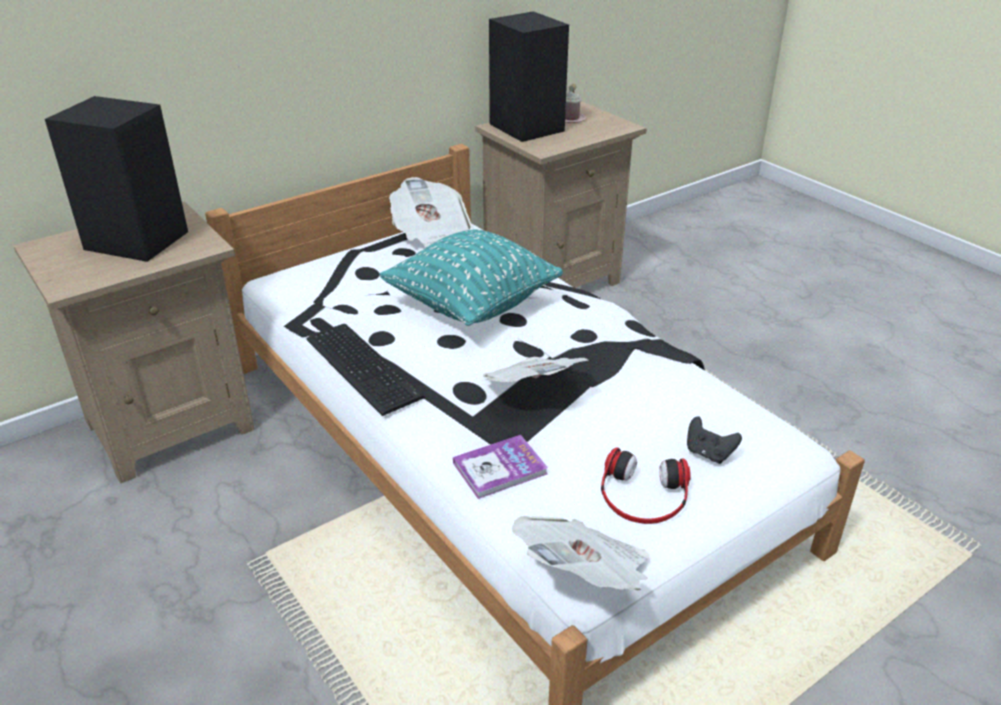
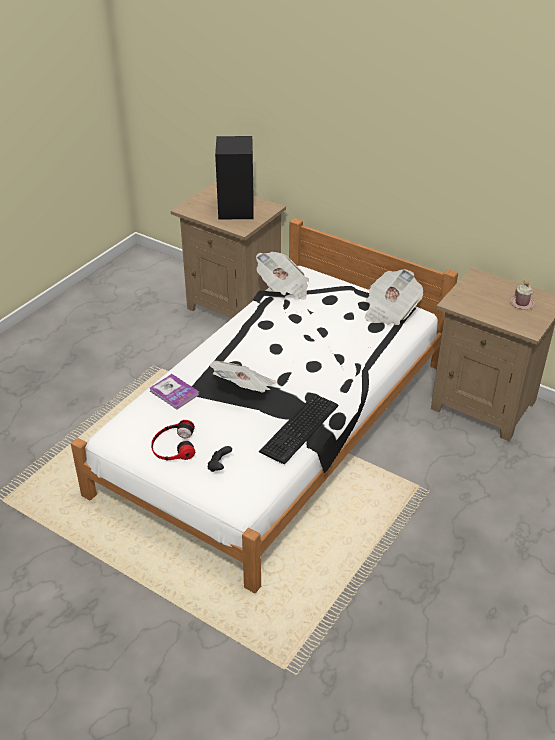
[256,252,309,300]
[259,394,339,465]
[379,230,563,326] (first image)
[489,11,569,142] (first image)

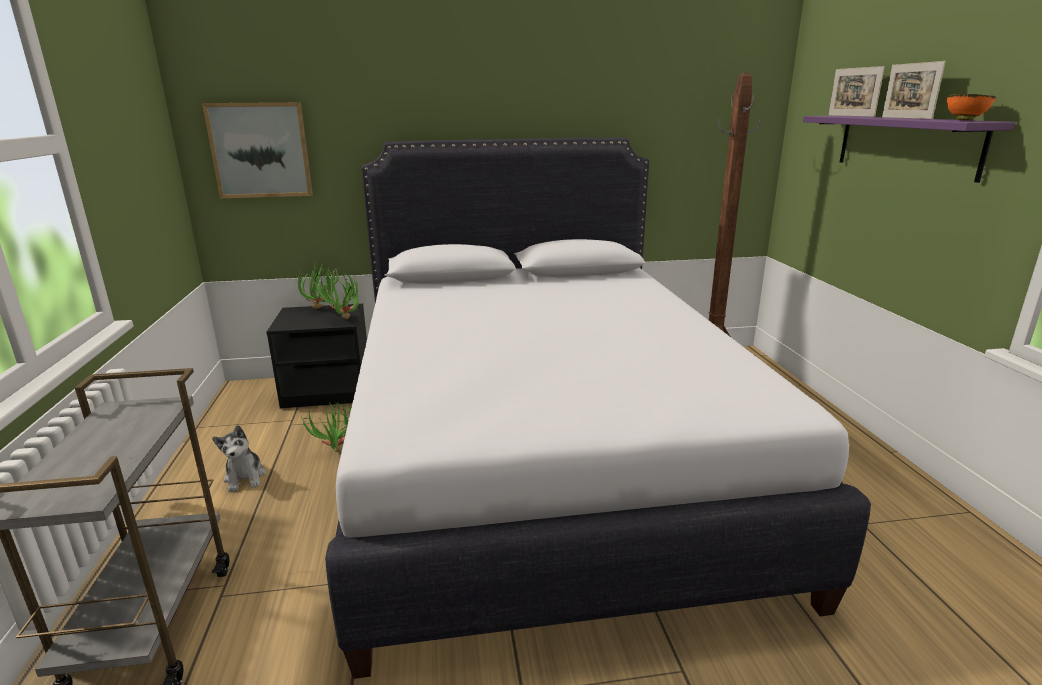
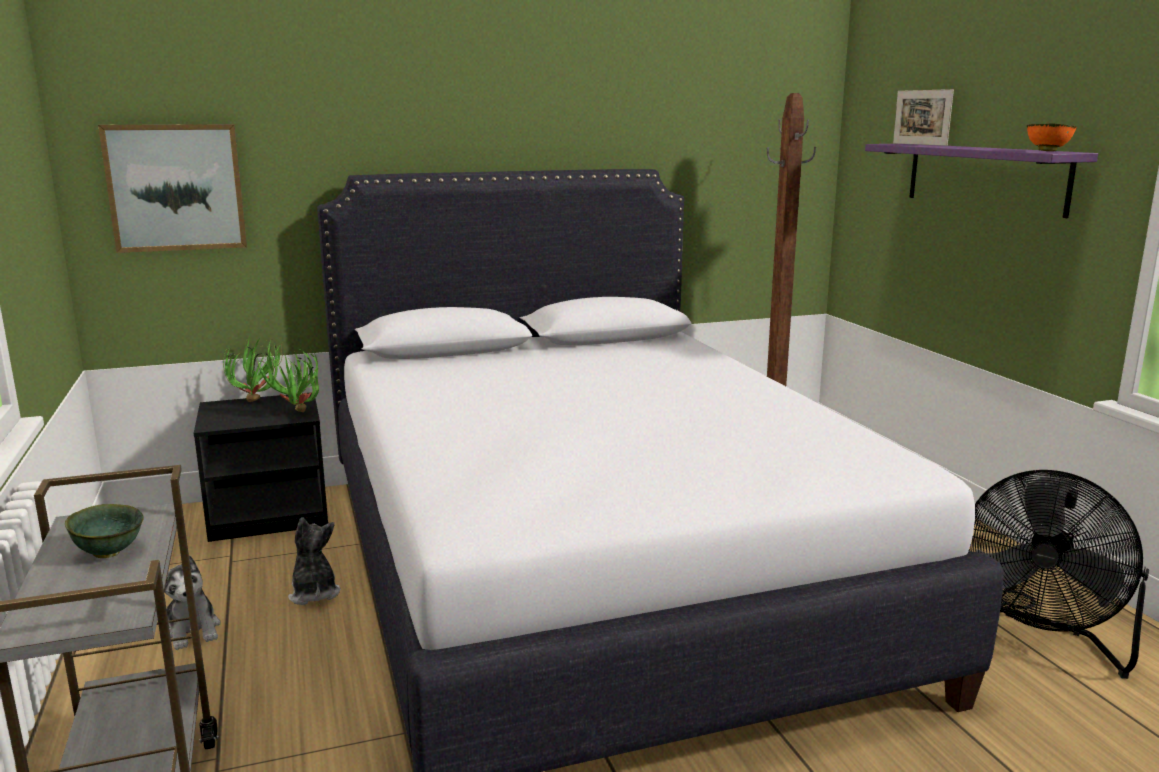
[65,504,144,558]
[288,517,340,605]
[969,470,1149,679]
[882,61,946,119] (first image)

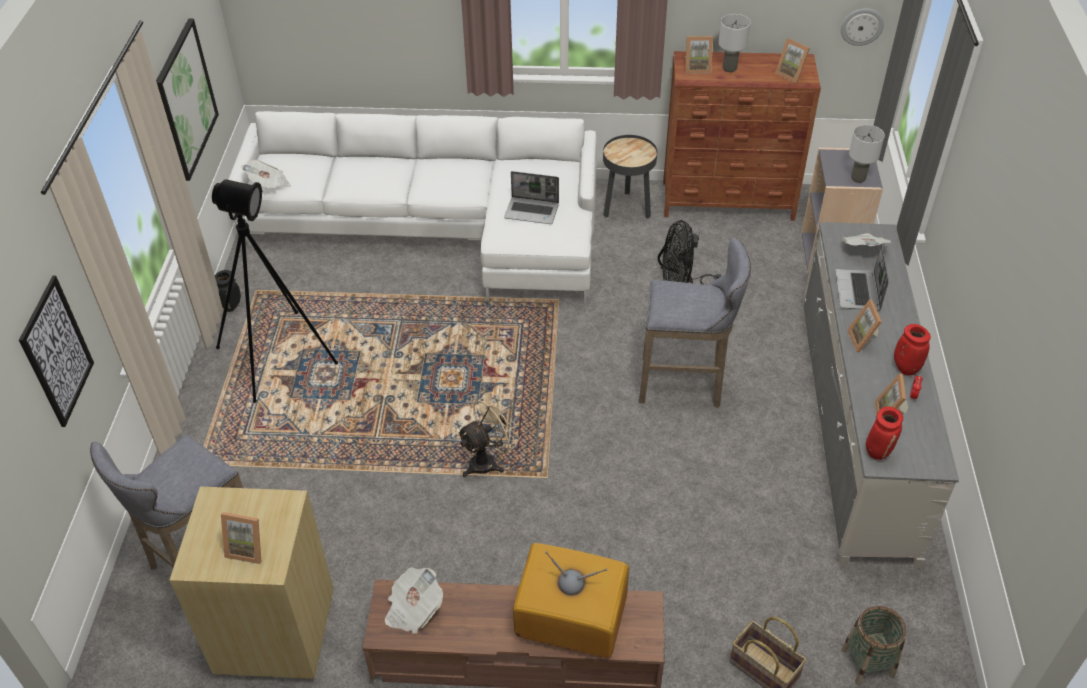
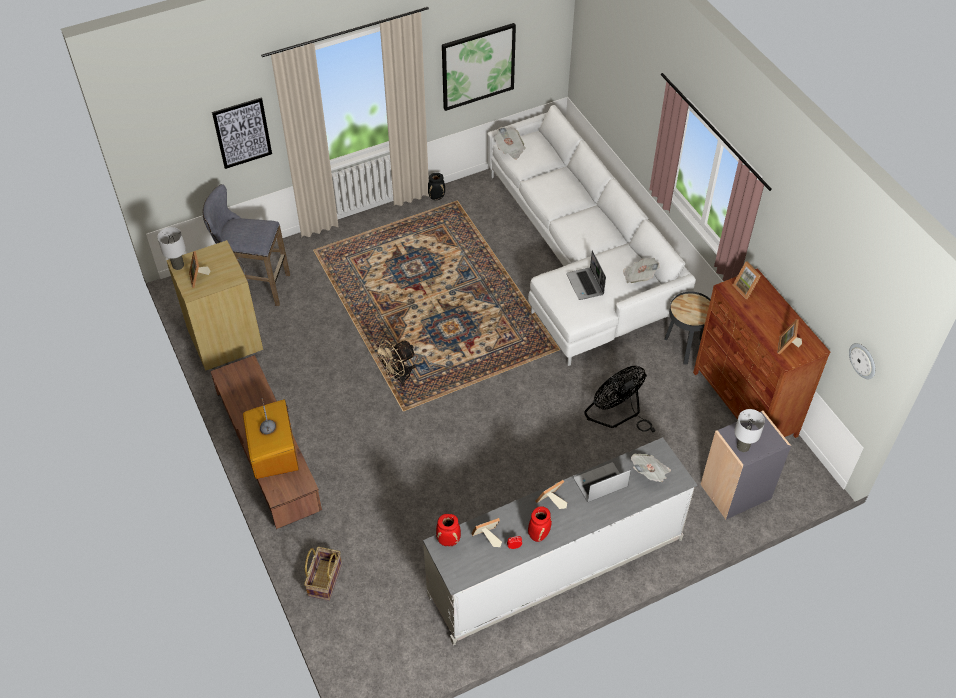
[157,227,186,270]
[374,340,416,387]
[623,258,659,283]
[212,179,338,403] (first image)
[639,238,751,408] (first image)
[841,606,906,685] (first image)

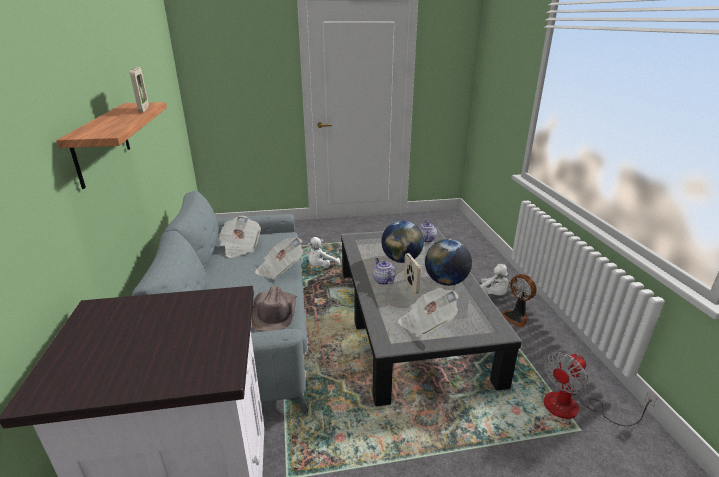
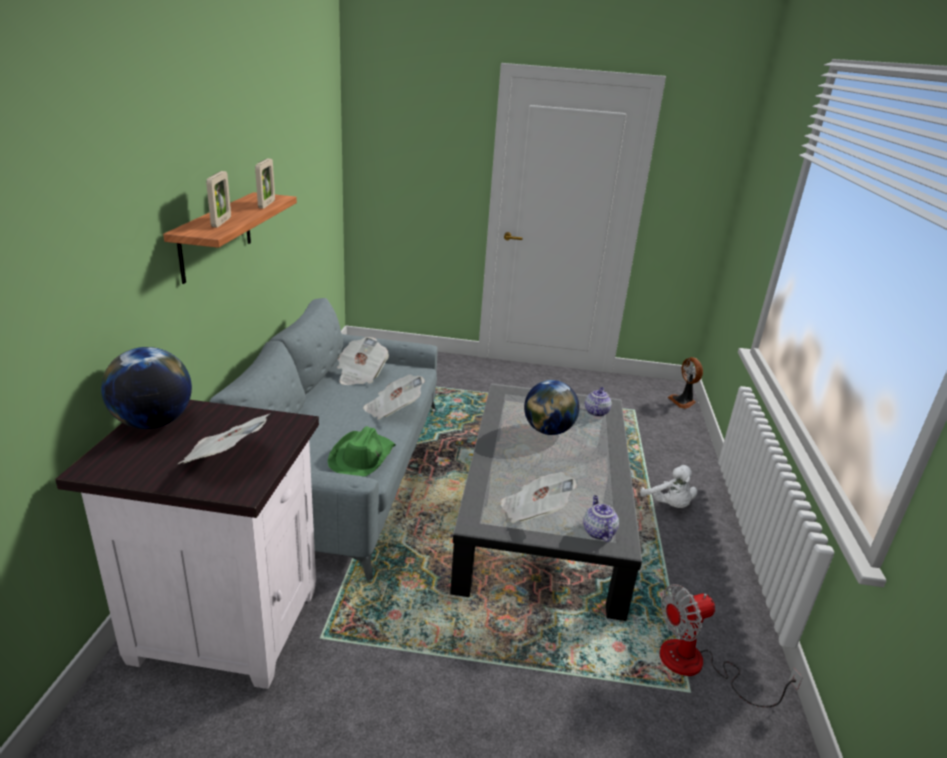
[101,347,192,429]
[178,414,270,464]
[206,171,231,227]
[328,426,396,477]
[583,495,619,542]
[668,357,703,409]
[308,237,340,267] (first image)

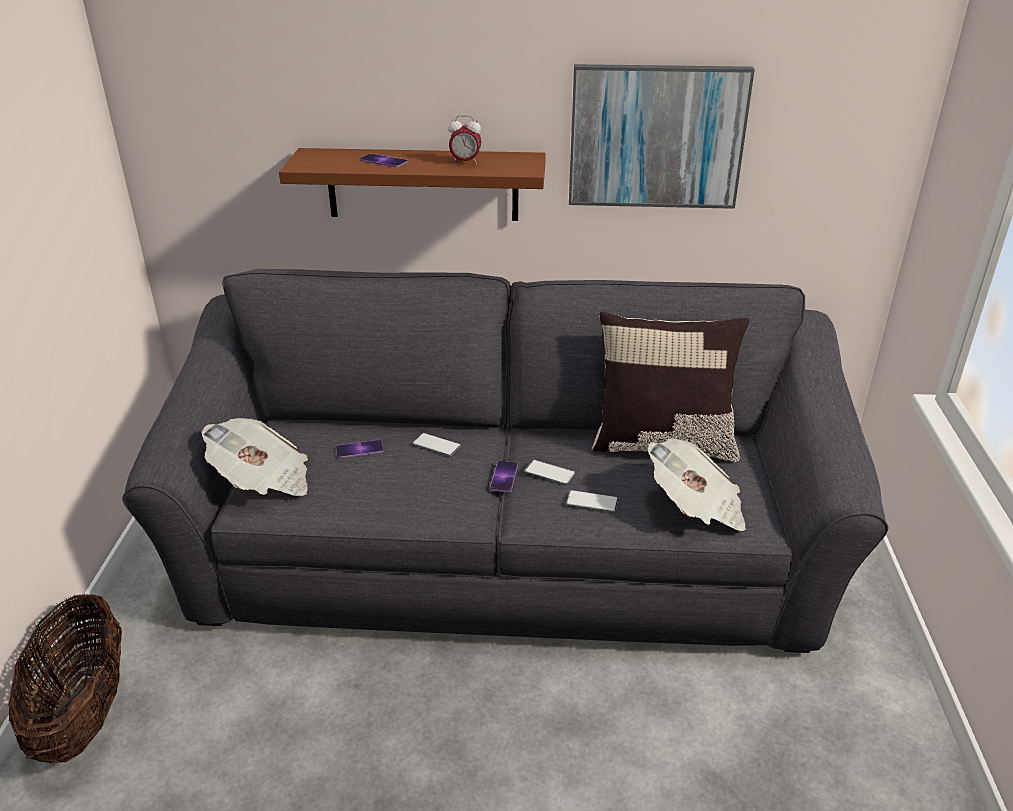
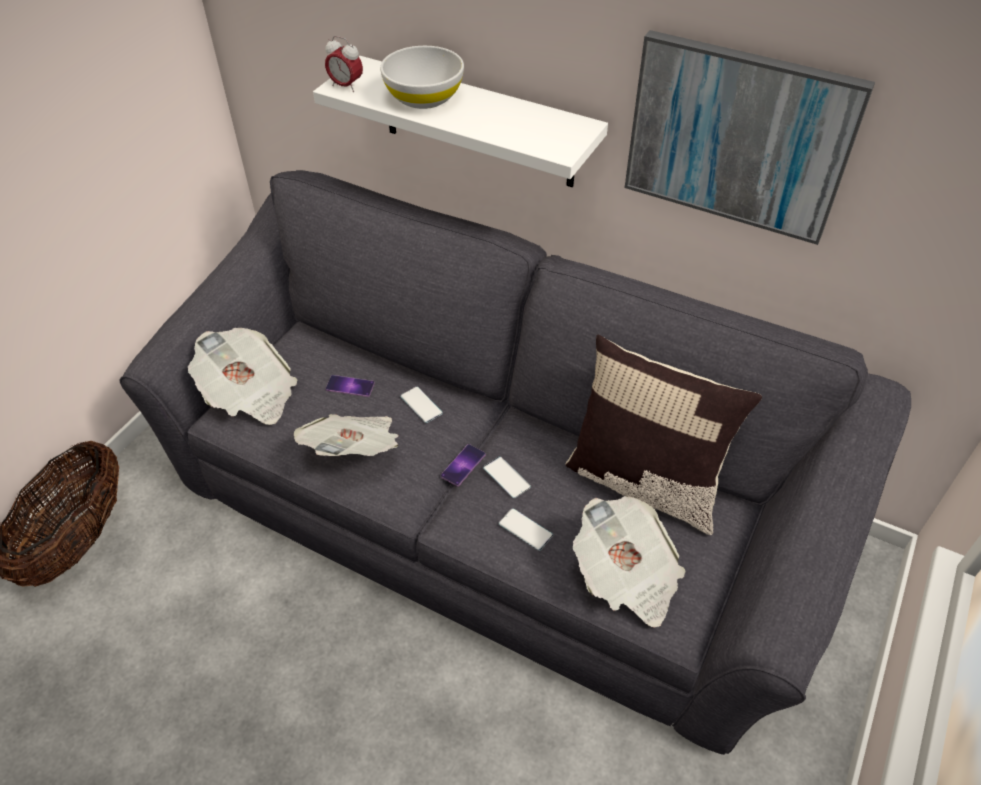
[293,414,398,456]
[313,56,608,187]
[325,36,363,92]
[380,46,464,109]

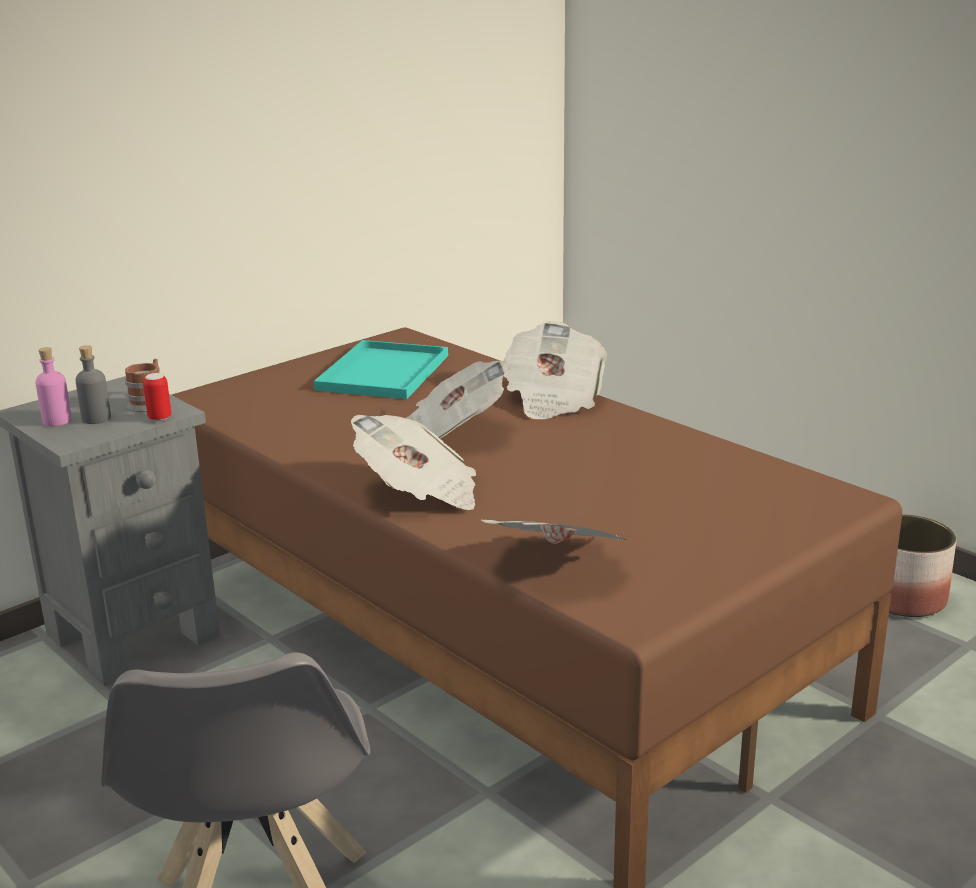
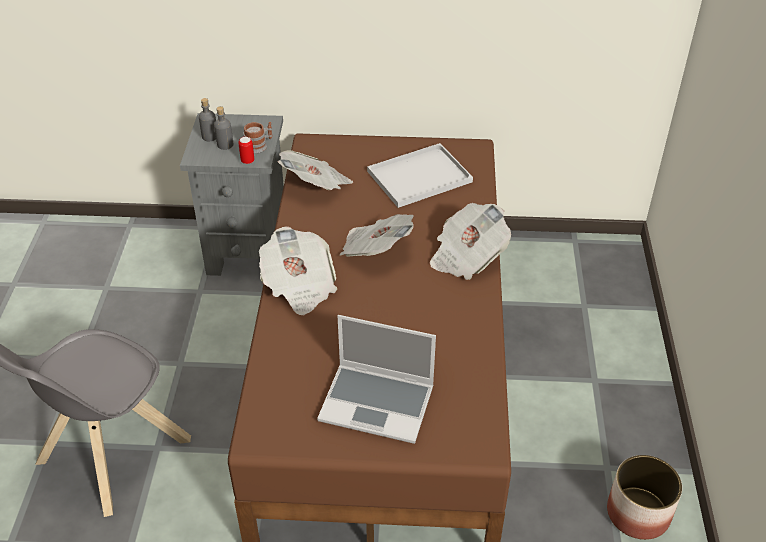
[199,98,216,141]
[277,150,353,190]
[317,315,436,444]
[367,143,473,208]

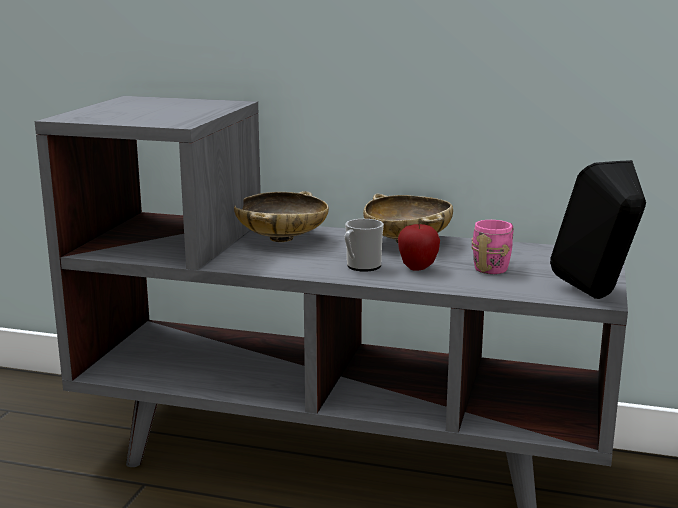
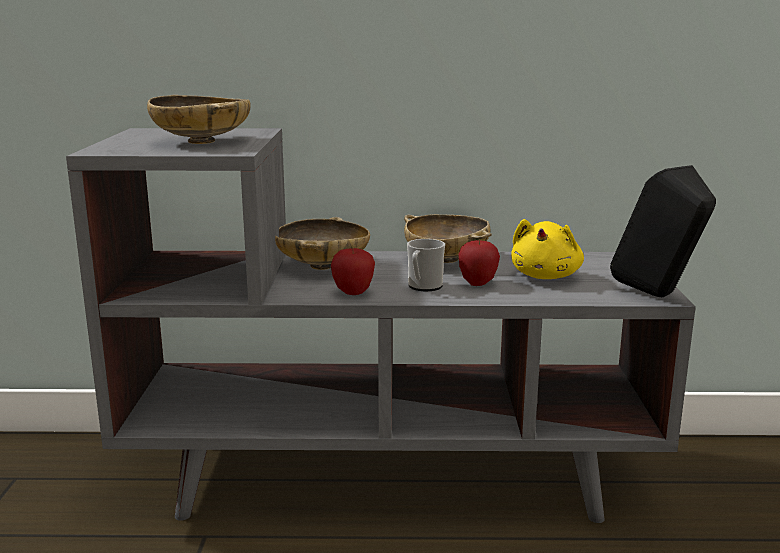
[147,95,250,144]
[331,247,375,295]
[511,219,584,279]

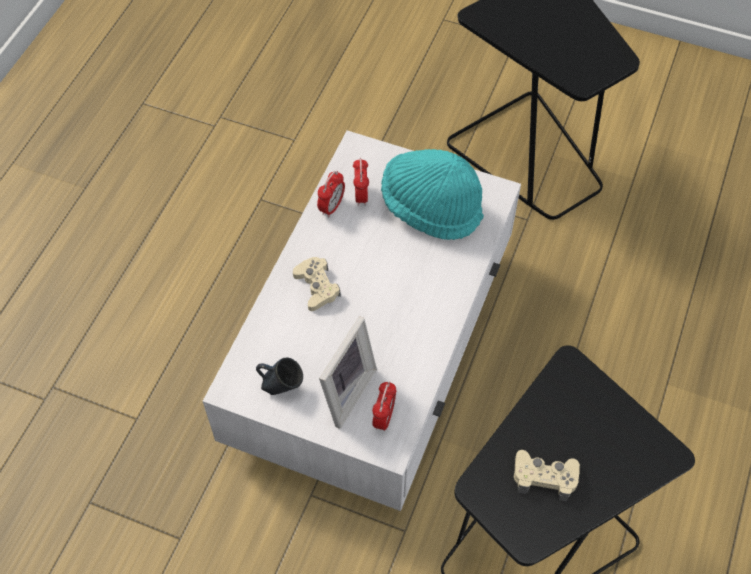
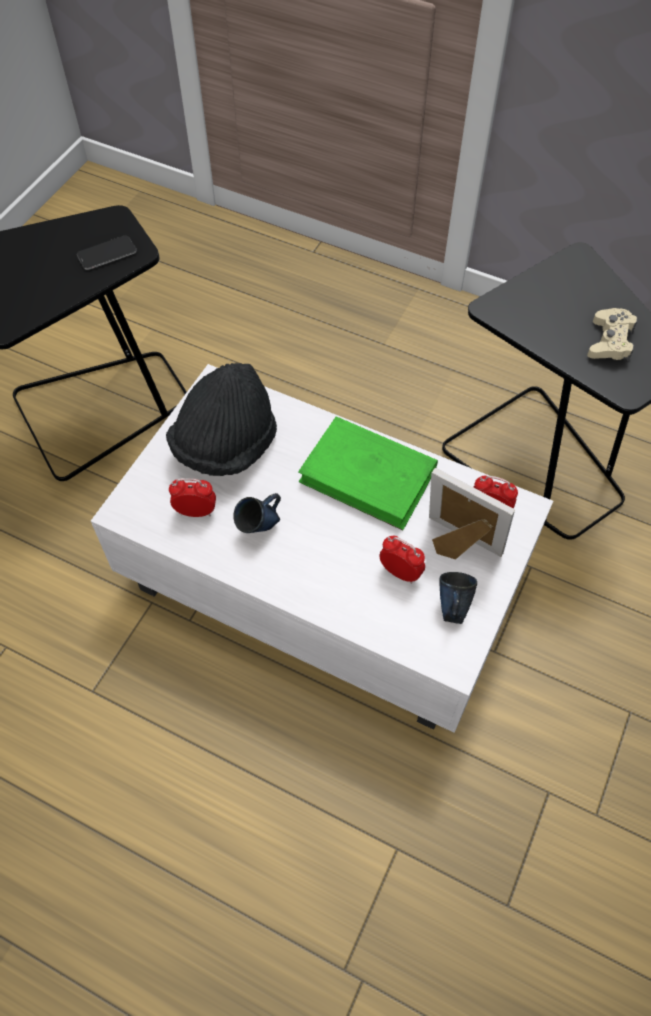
[77,235,137,270]
[166,363,277,476]
[233,493,281,533]
[298,416,438,531]
[380,536,425,584]
[293,257,341,311] (first image)

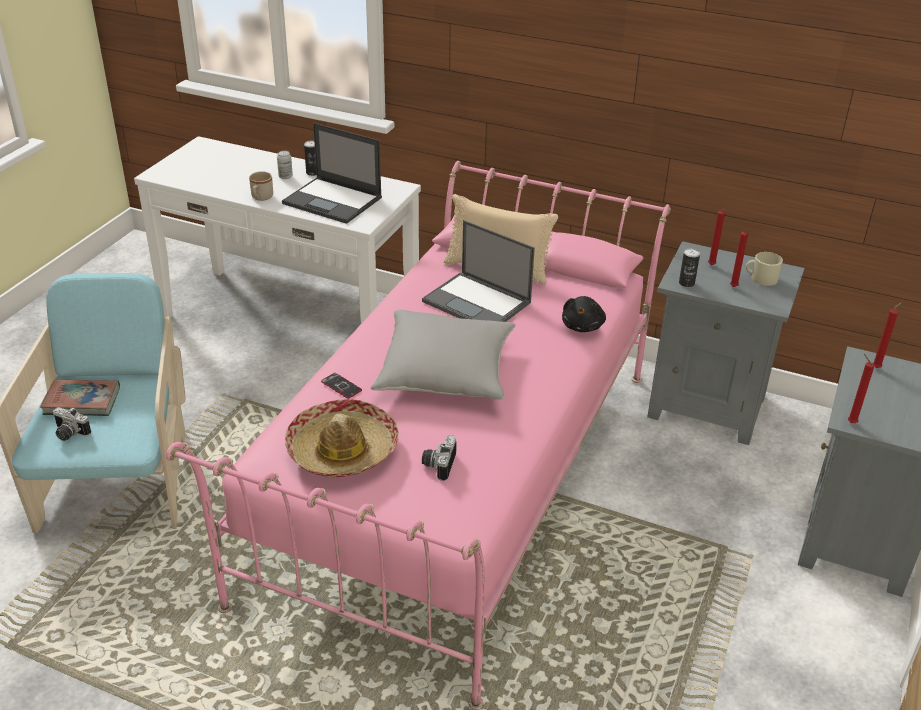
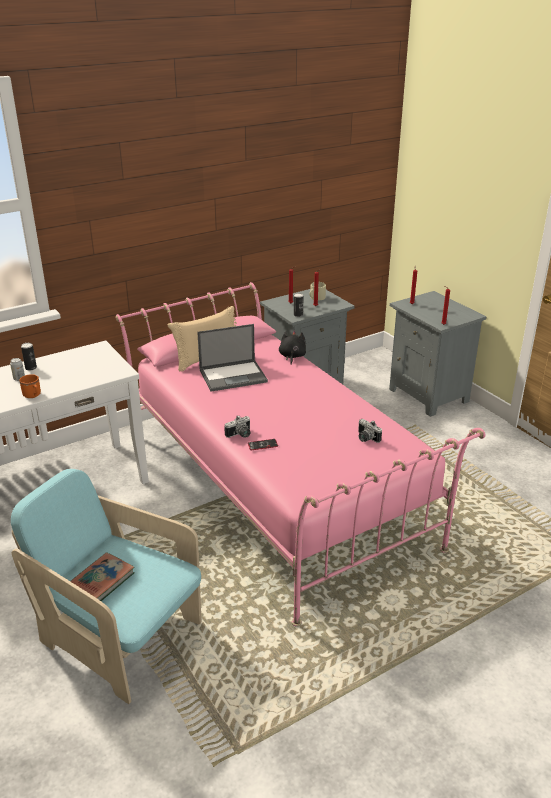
[19,374,41,398]
[224,415,250,438]
[279,331,306,364]
[282,123,382,224] (first image)
[285,399,399,477] (first image)
[371,310,515,400] (first image)

